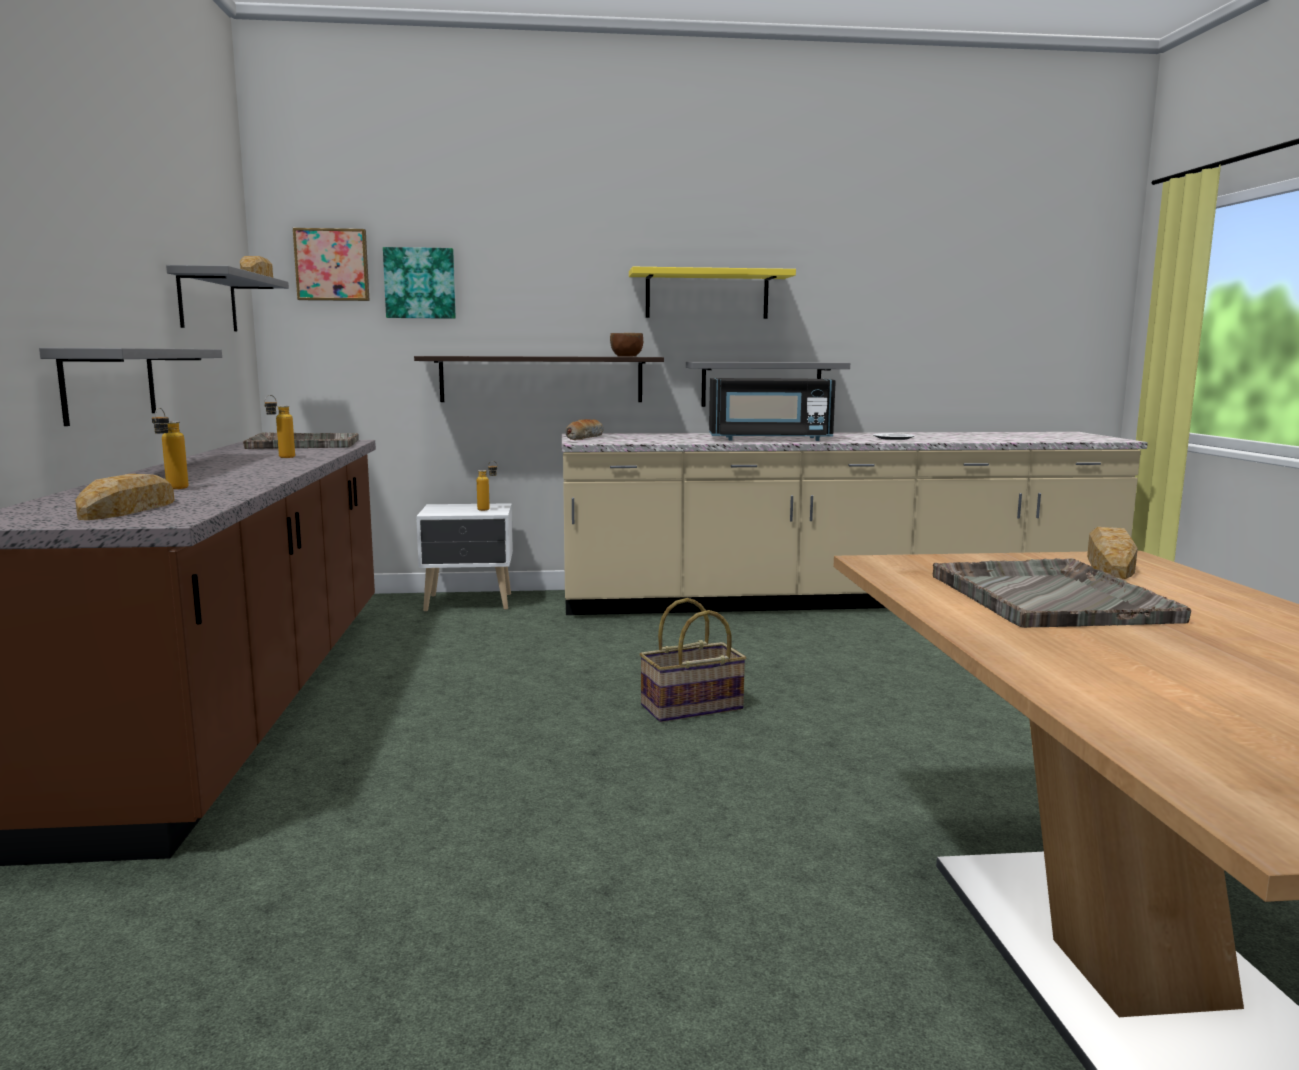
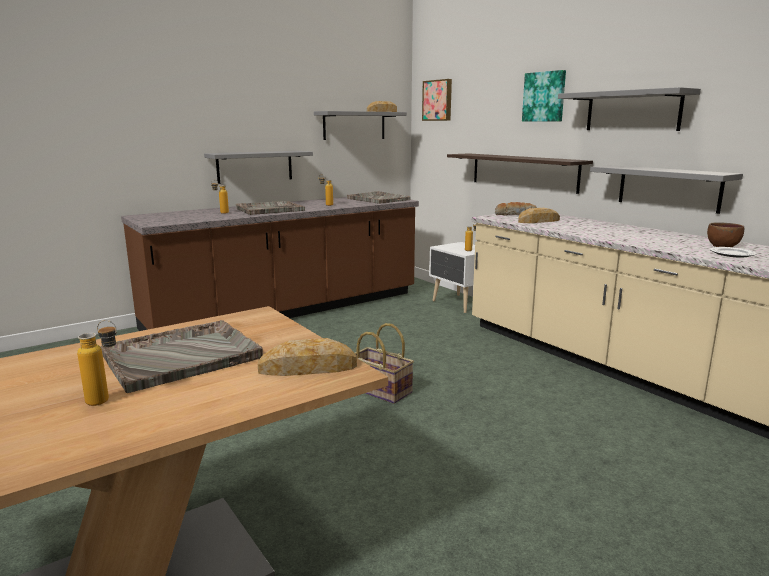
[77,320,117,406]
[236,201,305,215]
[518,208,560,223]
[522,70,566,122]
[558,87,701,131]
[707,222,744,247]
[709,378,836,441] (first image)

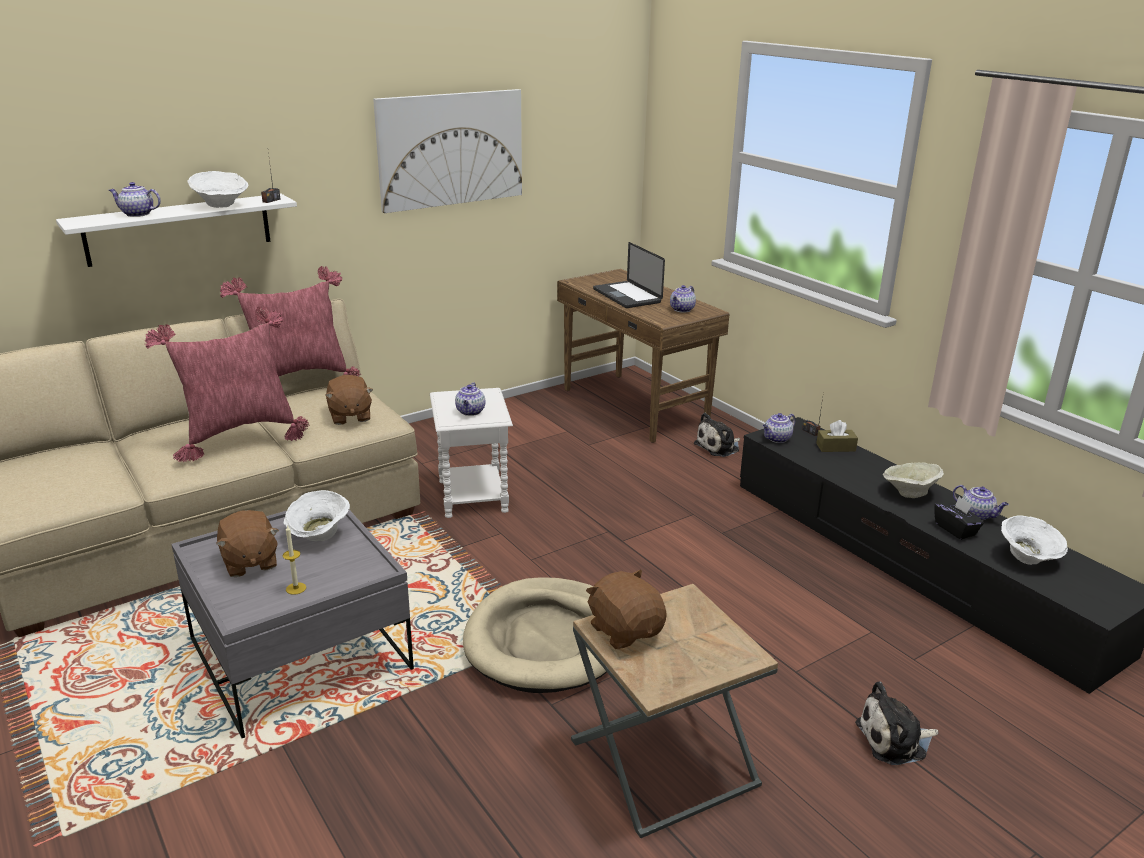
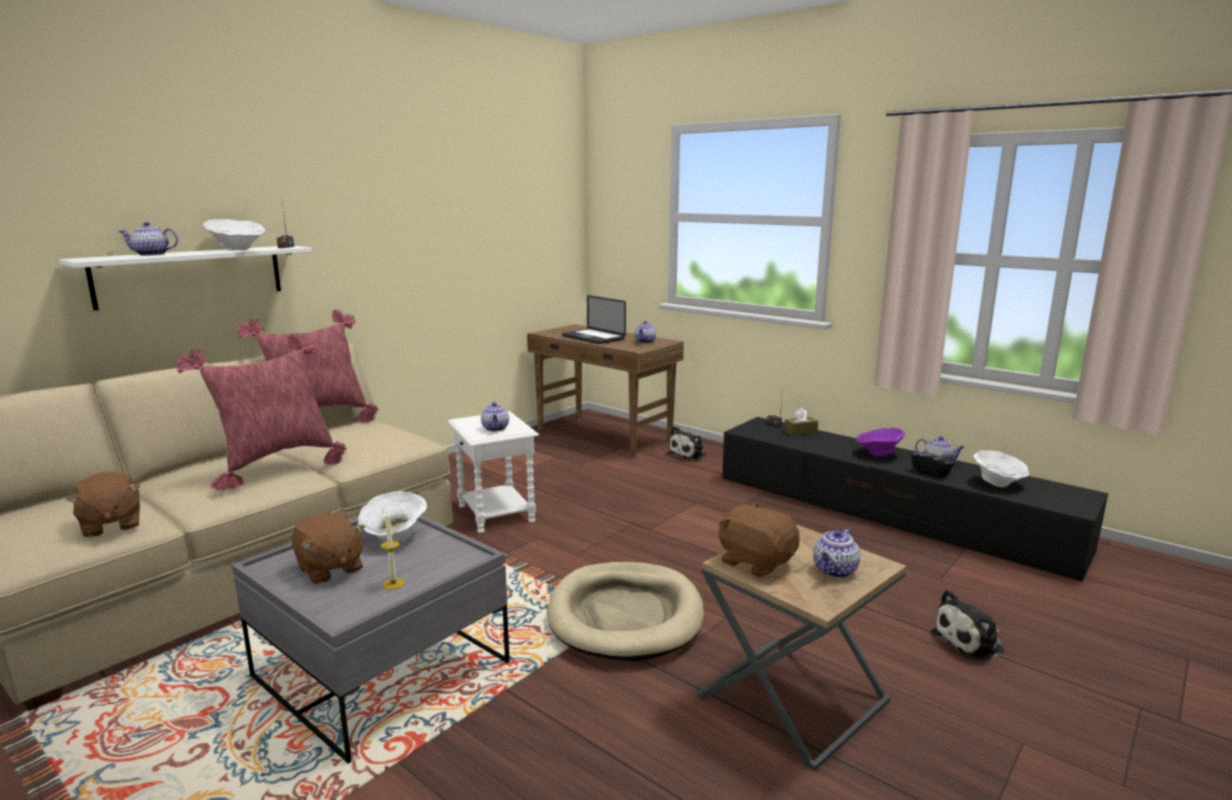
[66,472,140,538]
[813,528,860,578]
[856,428,905,457]
[373,89,522,213] (first image)

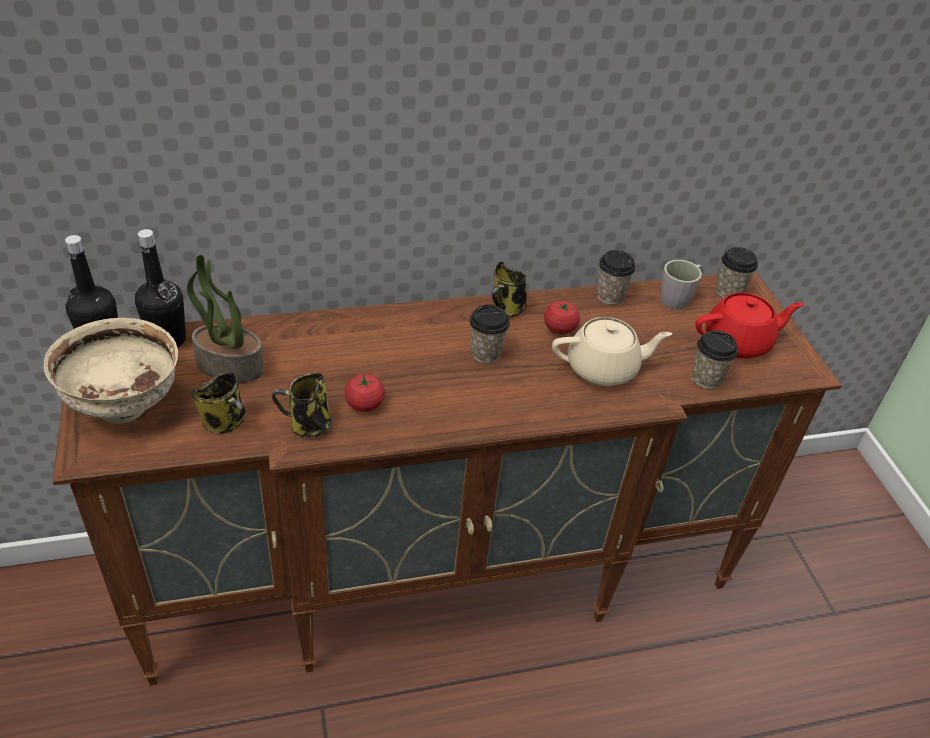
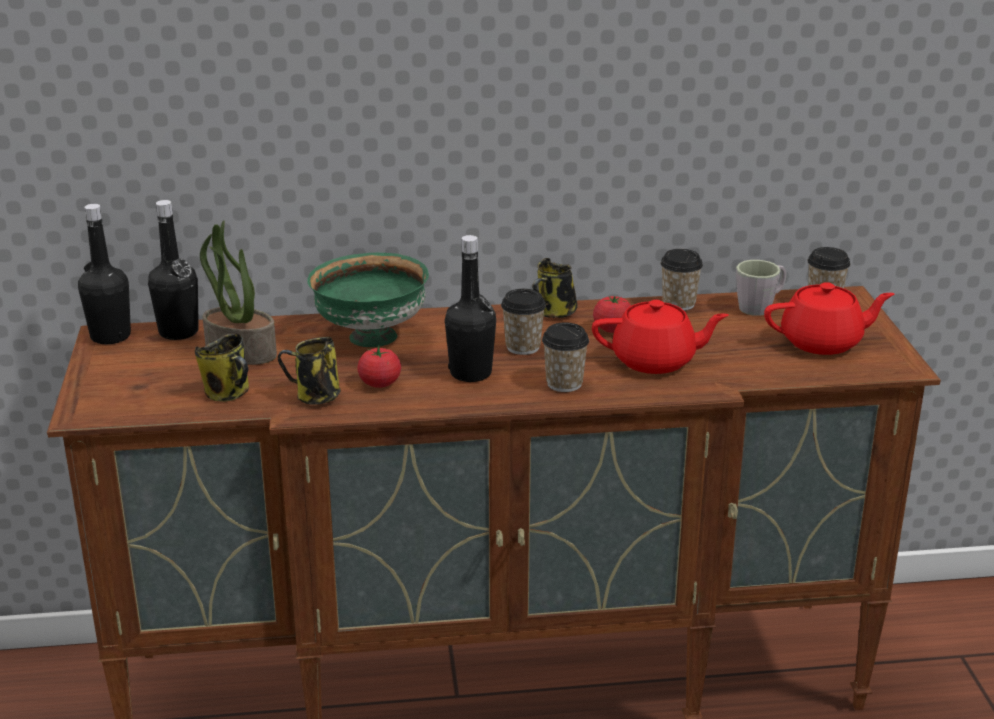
[307,253,429,347]
[445,235,496,382]
[542,322,589,392]
[592,300,728,374]
[44,318,178,424] (first image)

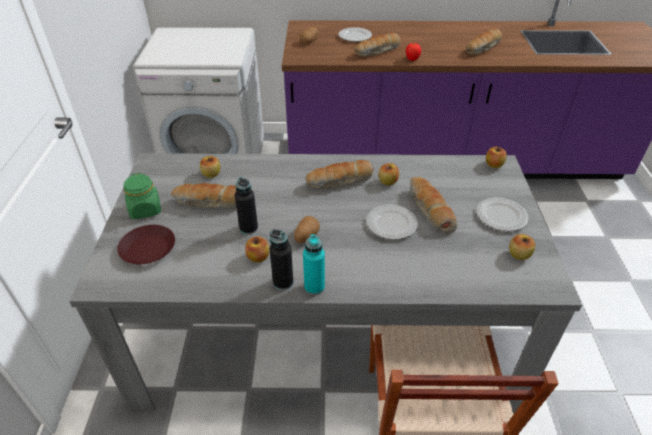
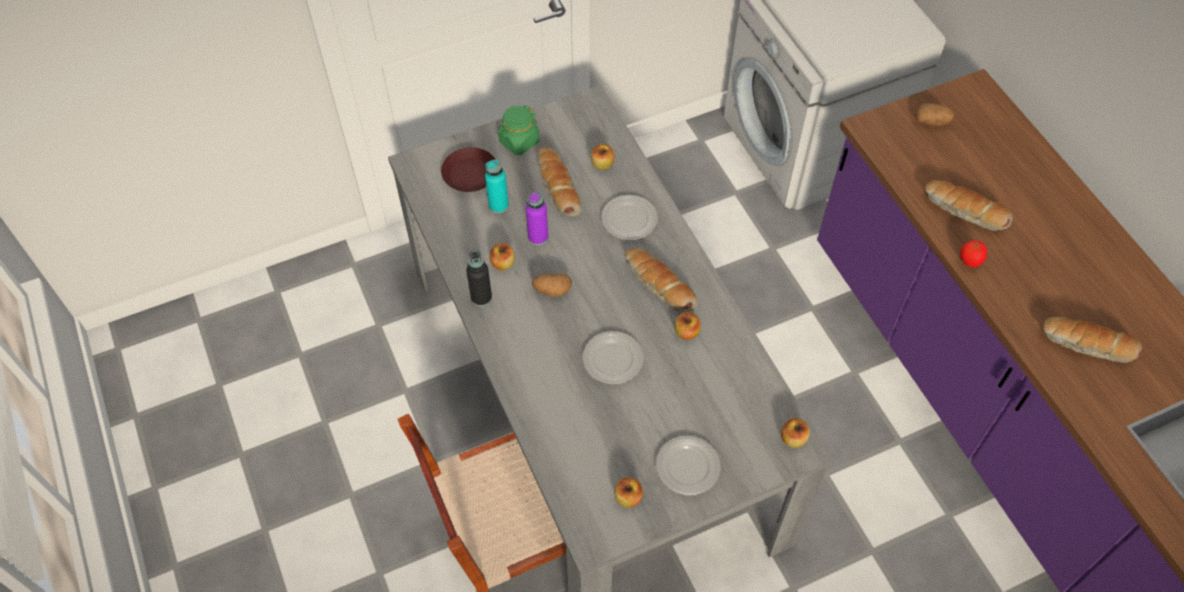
[485,159,509,213]
[526,191,548,245]
[601,195,658,241]
[410,177,457,233] (first image)

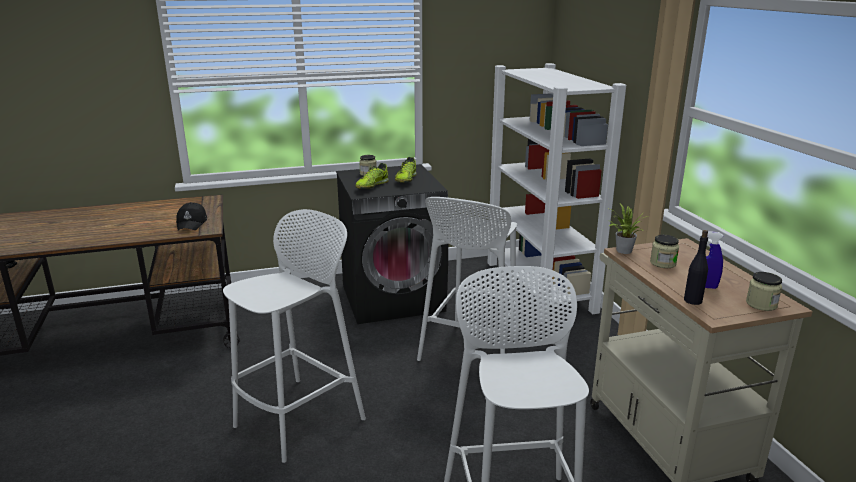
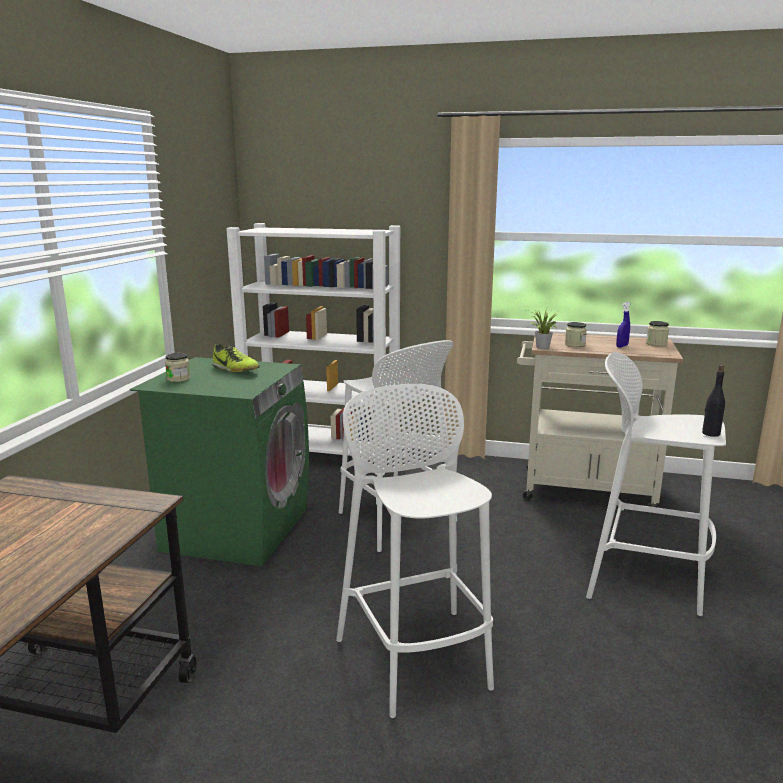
[130,357,309,566]
[702,365,725,437]
[176,202,207,231] (first image)
[355,163,389,189] (first image)

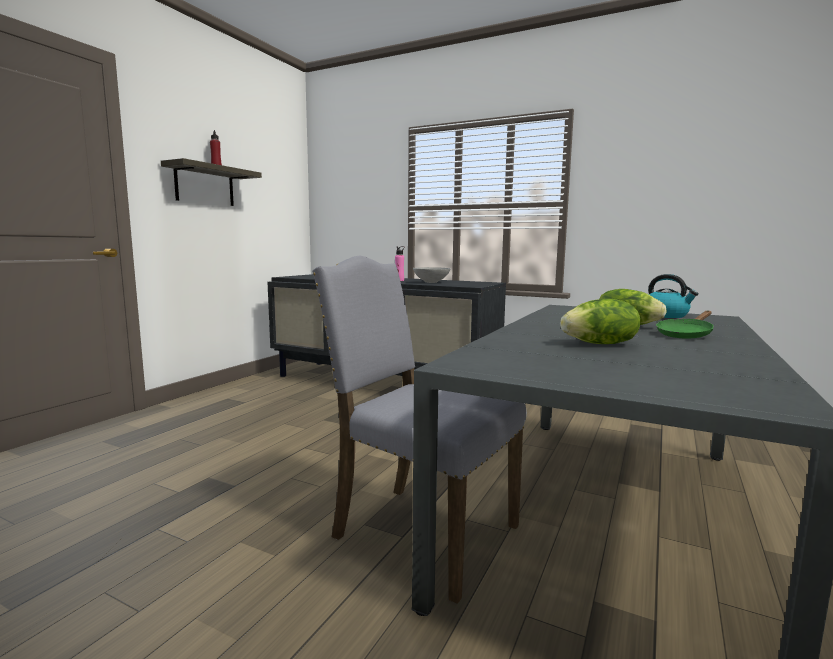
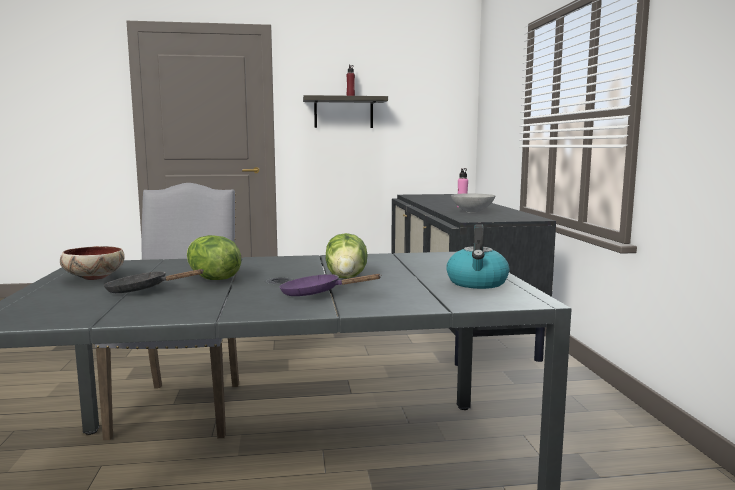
[60,246,125,280]
[103,269,204,293]
[279,274,381,296]

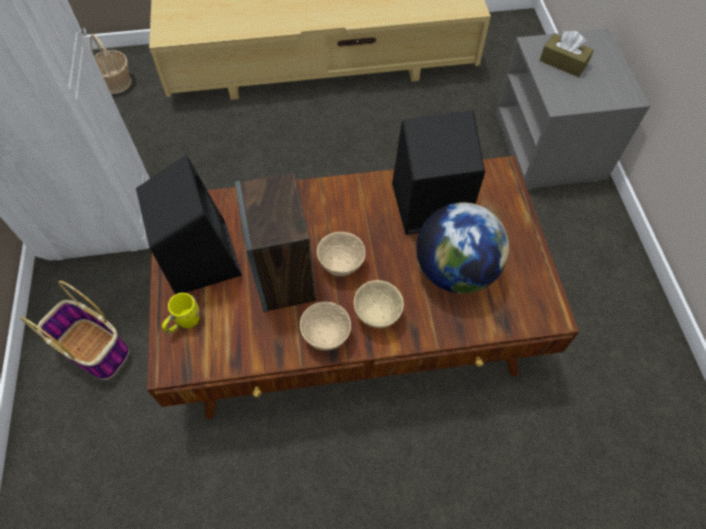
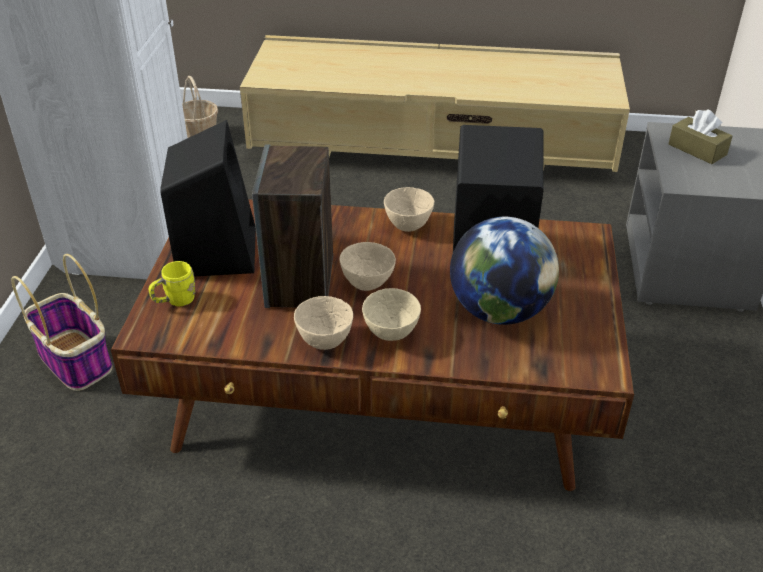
[384,187,435,232]

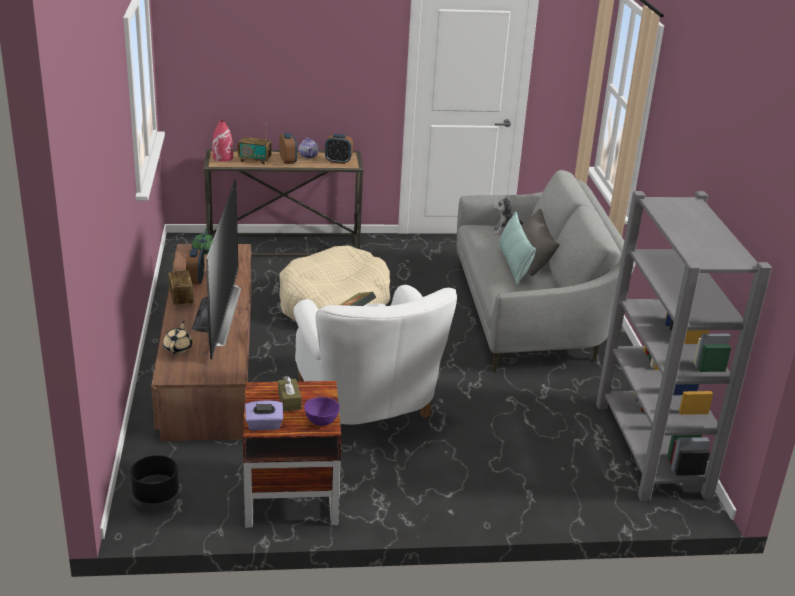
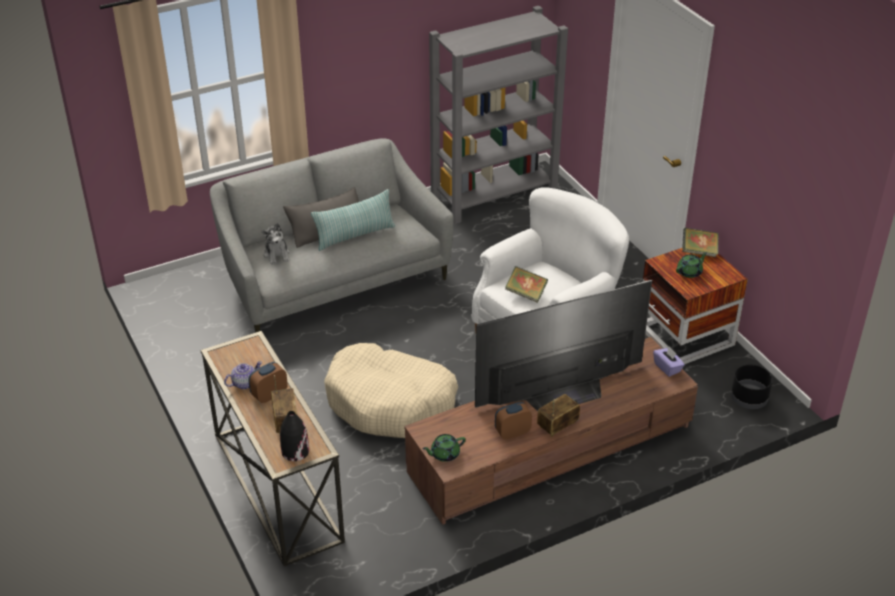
[280,411,309,461]
[653,346,685,377]
[676,252,707,278]
[682,228,719,257]
[163,321,192,354] (first image)
[325,134,353,164] (first image)

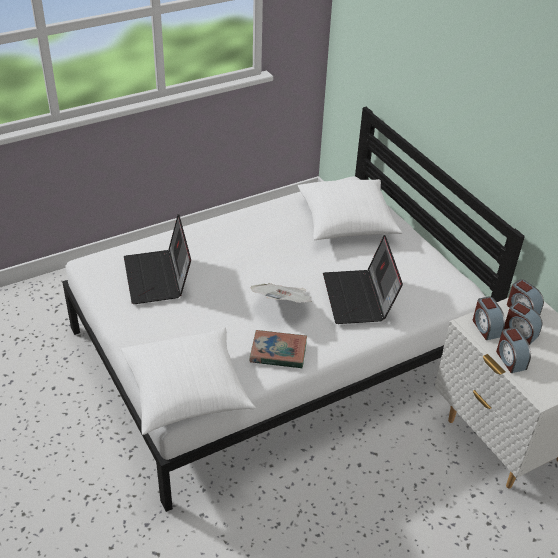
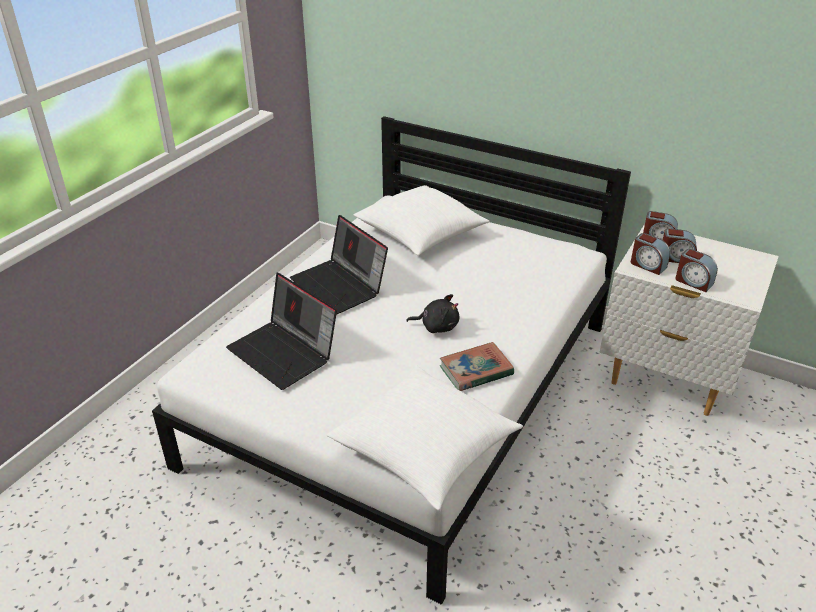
[290,215,388,315]
[406,294,460,333]

